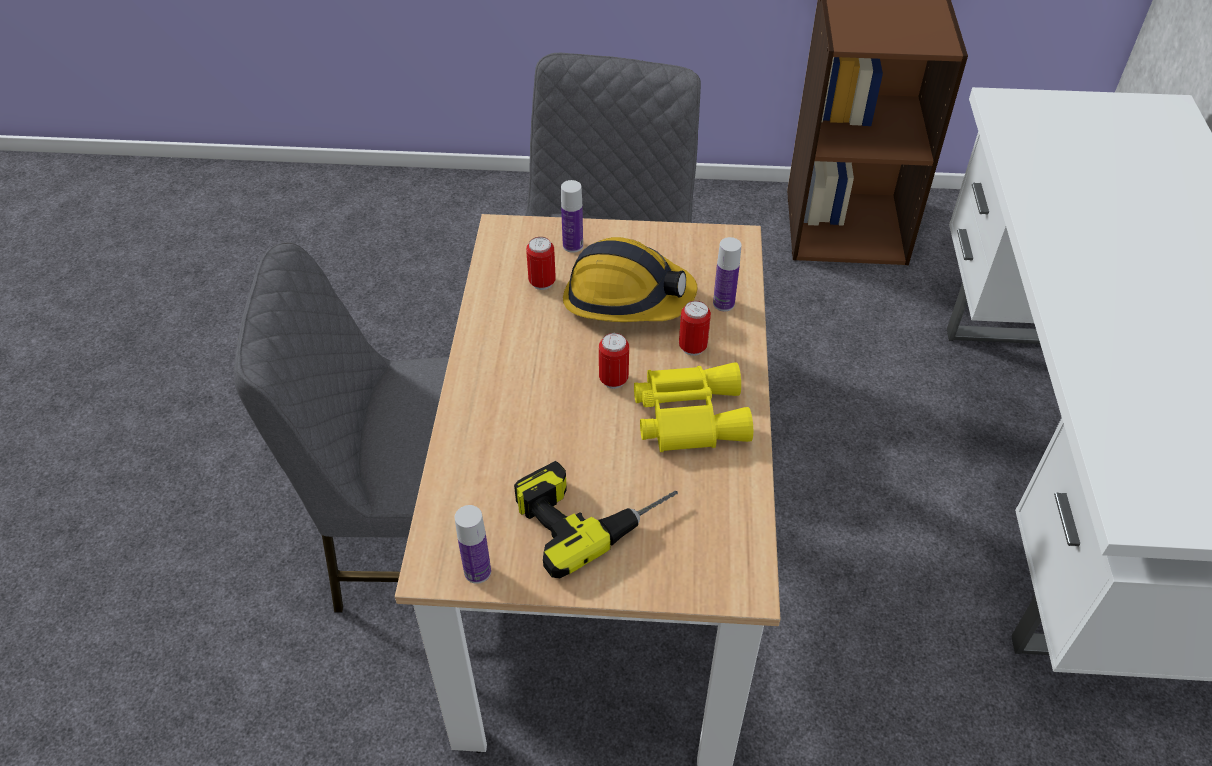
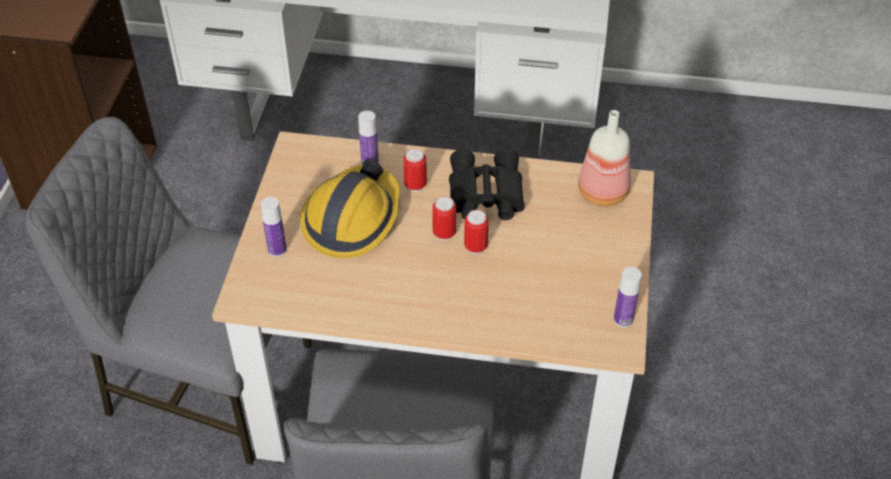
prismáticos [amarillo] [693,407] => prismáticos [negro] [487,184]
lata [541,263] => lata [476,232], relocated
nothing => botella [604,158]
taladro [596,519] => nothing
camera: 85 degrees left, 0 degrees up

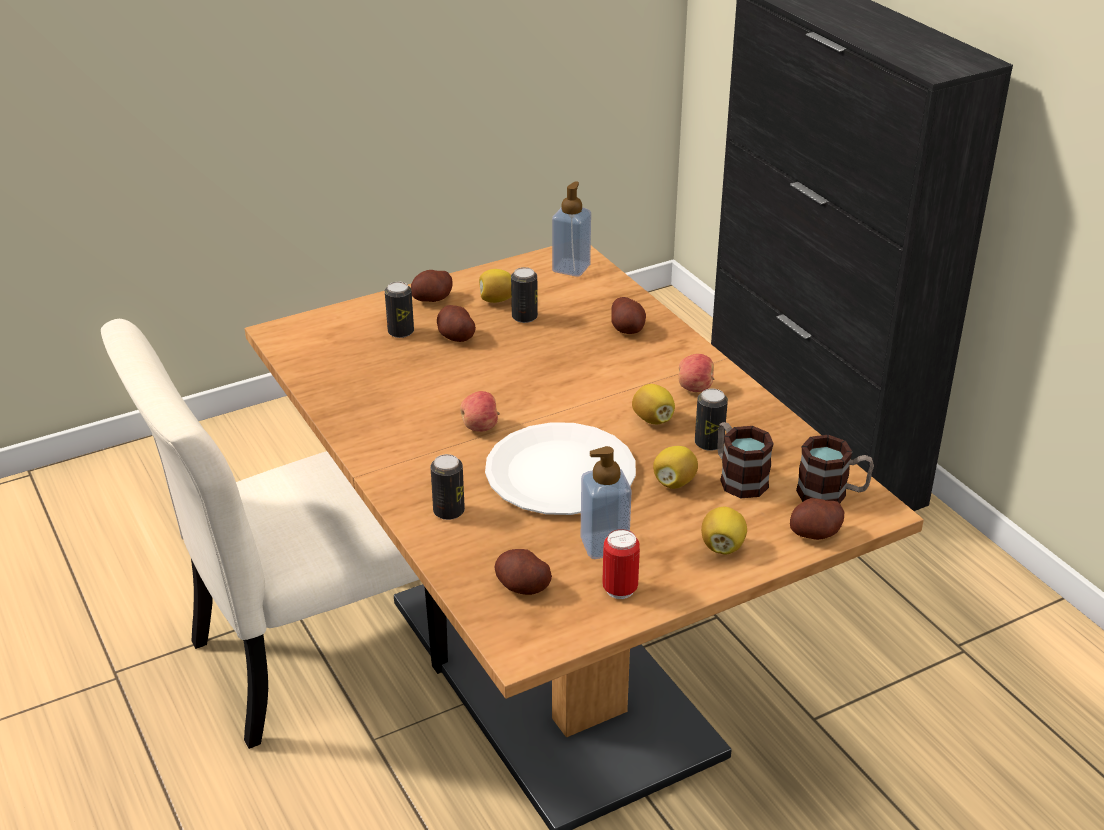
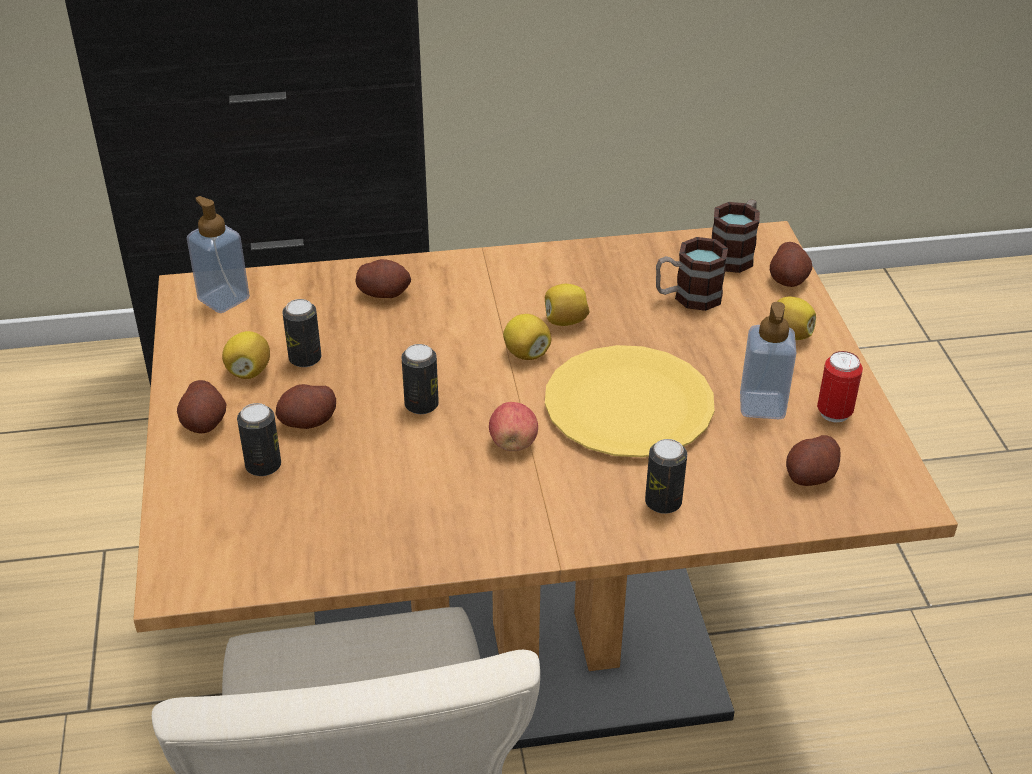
lata [711,420] => lata [420,379], relocated
limón [675,467] => limón [527,337], relocated
plato [blanco] [560,468] => plato [amarillo] [630,401]
manzana [696,373] => nothing
camera: 70 degrees left, 5 degrees up

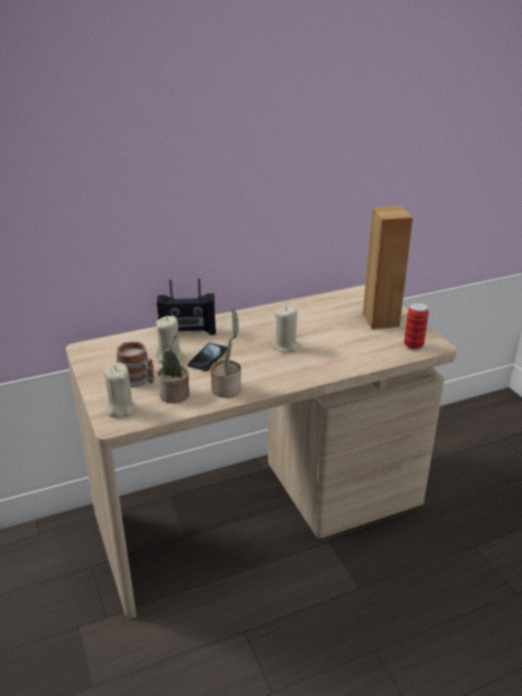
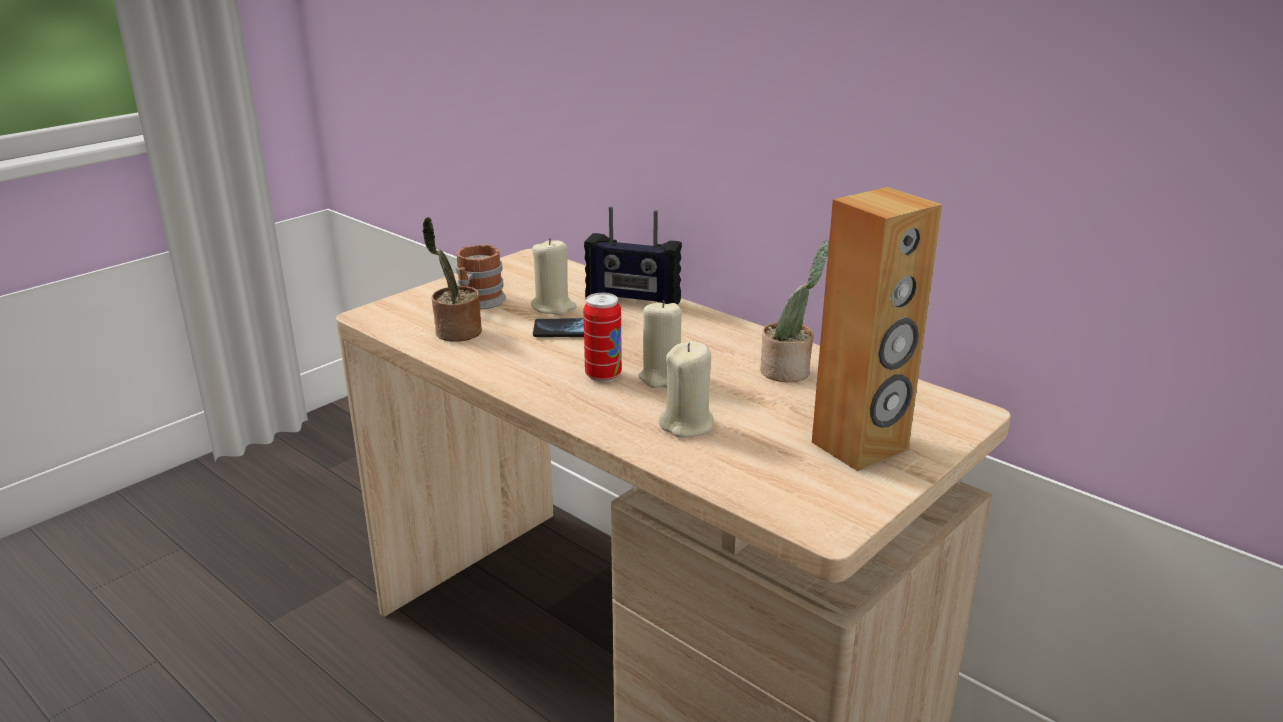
lata [416,326] => lata [602,337], relocated
radio [186,306] => radio [633,255], 45 degrees counterclockwise
vela [beis] [119,390] => vela [beis] [686,389], relocated
planta en maceta [226,353] => planta en maceta [794,311], relocated
camera: 65 degrees right, 5 degrees down

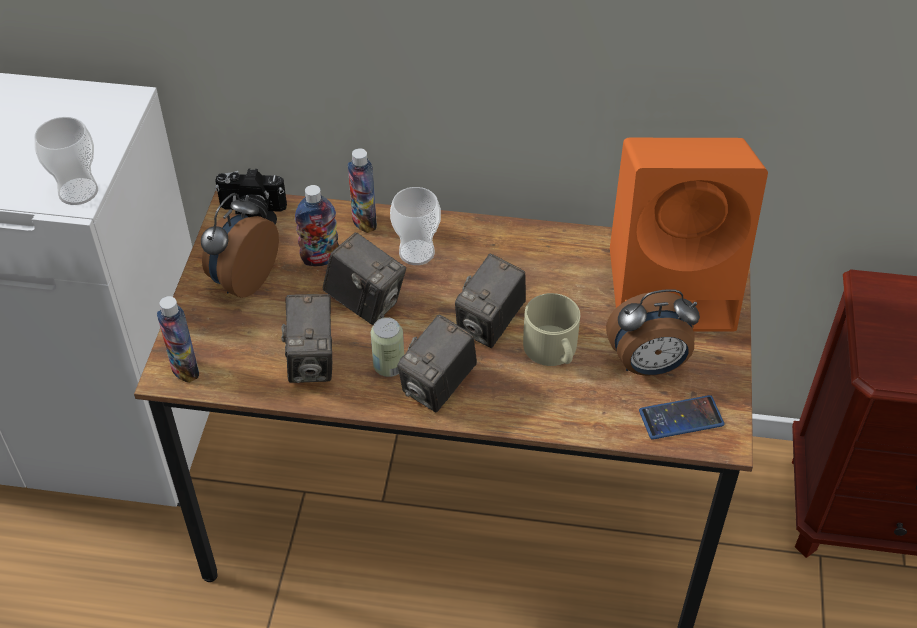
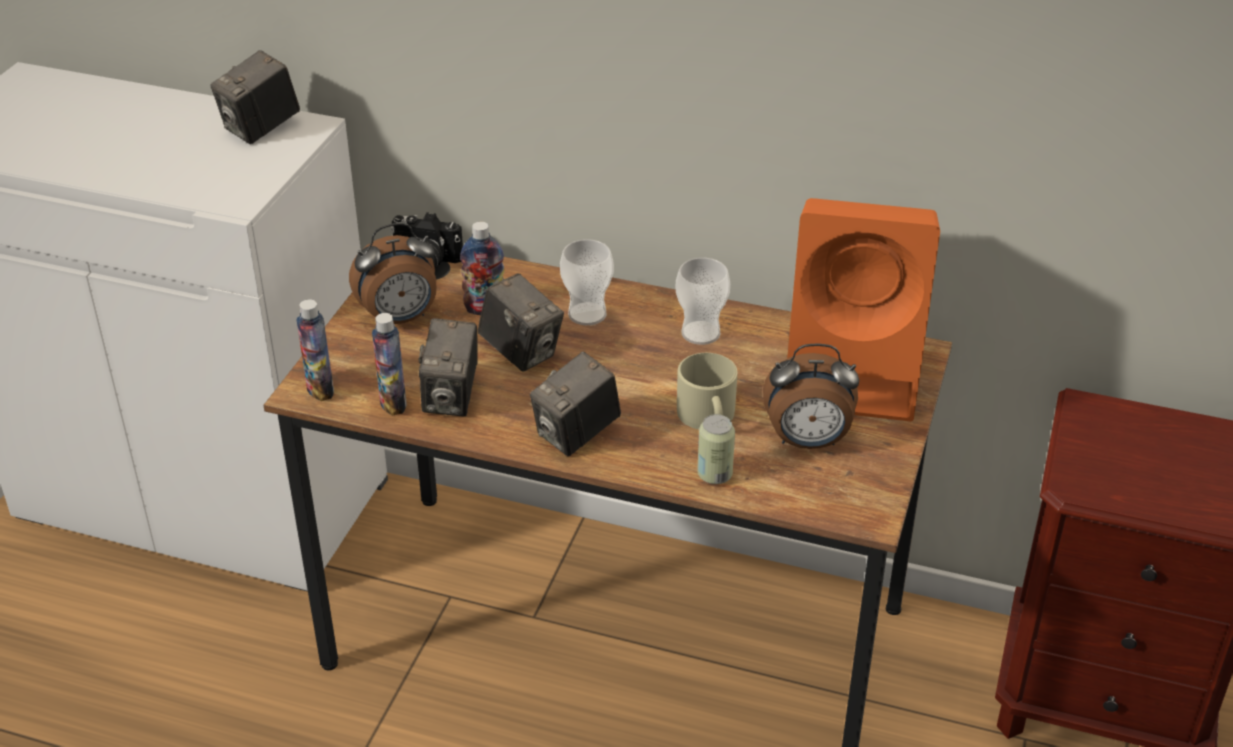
cámara [490,301] => cámara [255,97], relocated
despertador [240,245] => despertador [393,273], 150 degrees counterclockwise
botella [362,190] => botella [389,364], relocated
taza [66,161] => taza [703,301], relocated
lata [387,347] => lata [716,449], relocated
móvil [682,417] => nothing
camera: 10 degrees right, 10 degrees down

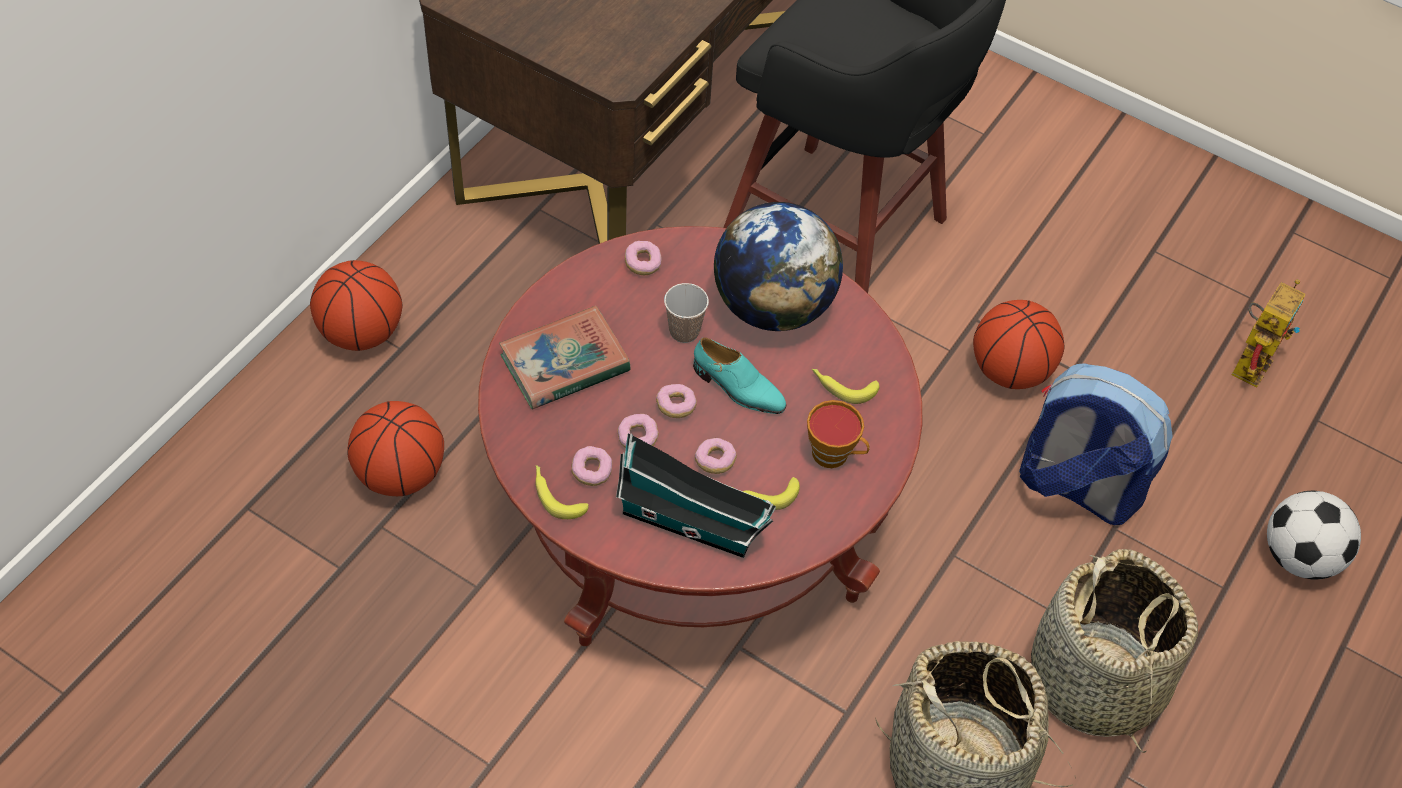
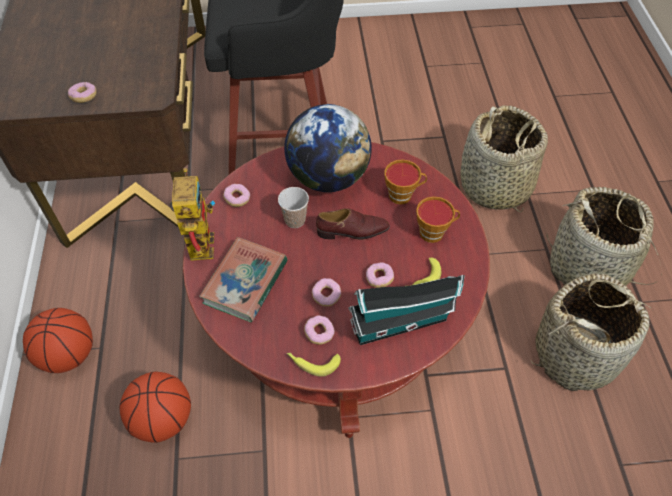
rosquilla [676,401] => rosquilla [82,92], relocated
robot de juguete [1269,333] => robot de juguete [192,214], relocated
zapato [turquesa] [739,375] => zapato [marrón] [353,224]
plátano [845,386] => taza [405,181]
mochila [1096,444] => cesta [504,158]
balón de baloncesto [1018,344] => nothing
balón de fútbol [1314,535] => nothing
camera: 35 degrees left, 0 degrees up

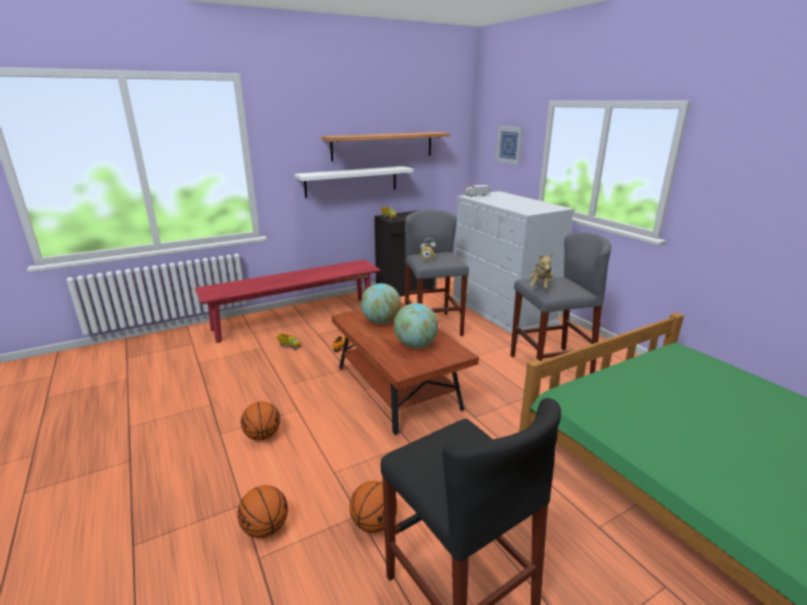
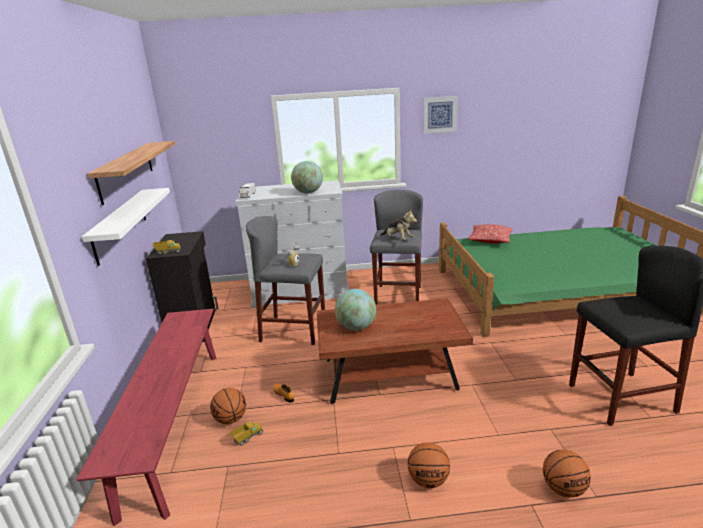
balón de baloncesto [373,507] => balón de baloncesto [228,406], relocated
globo terráqueo [416,325] => globo terráqueo [307,177], relocated
cuadro [509,145] => cuadro [440,114], relocated
nothing => cojín [490,234]
camera: 65 degrees left, 0 degrees up

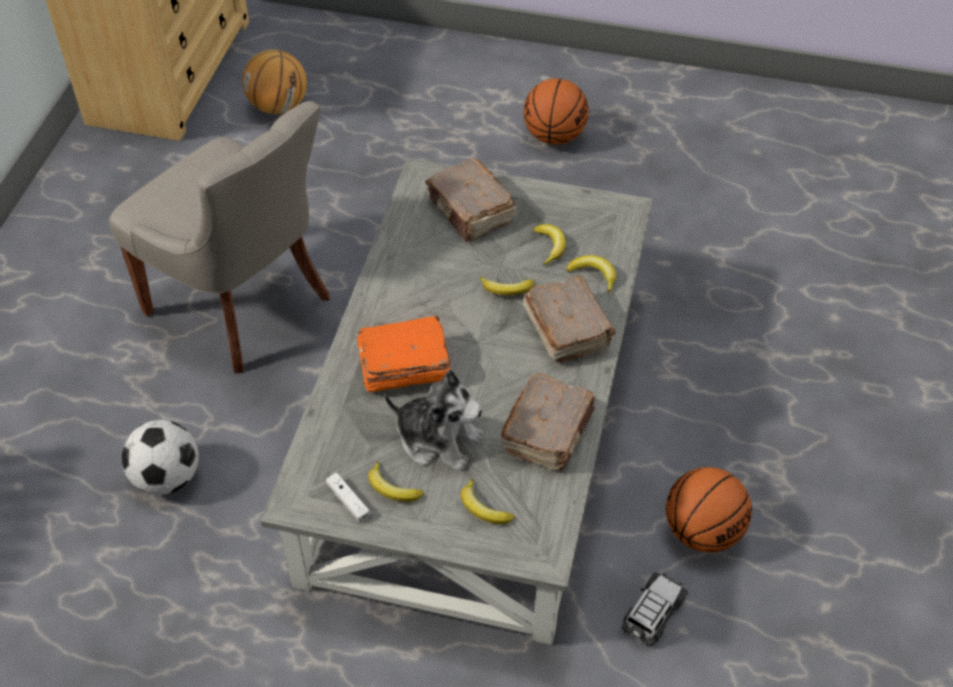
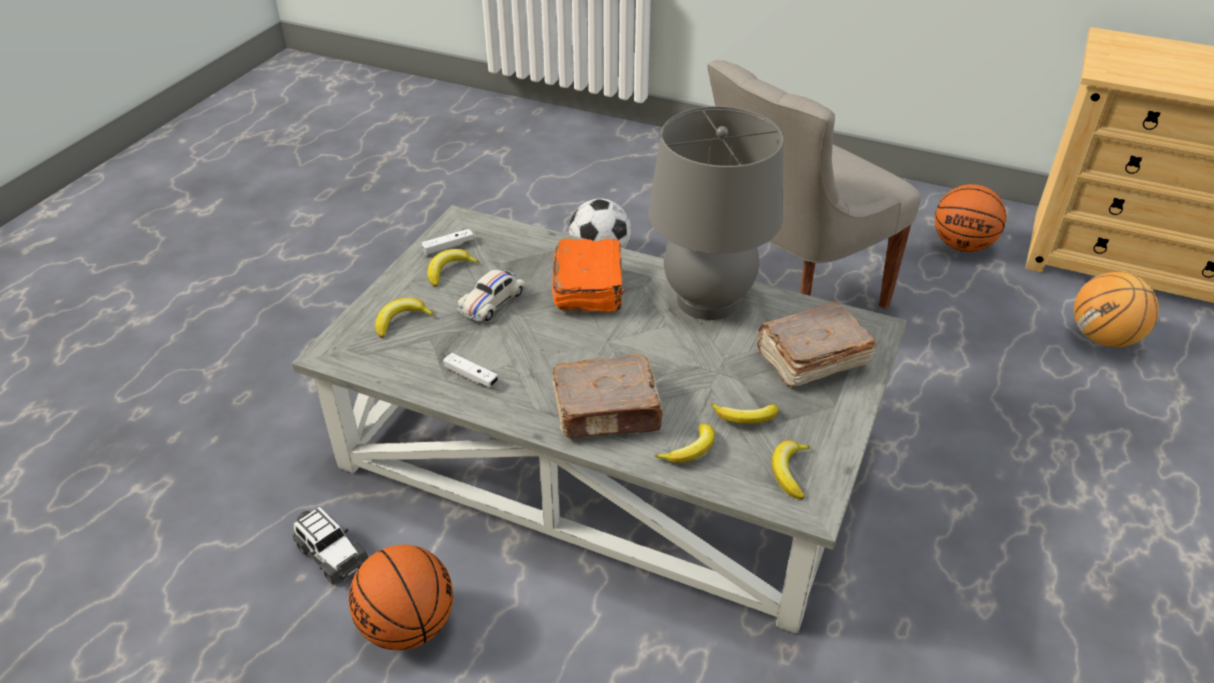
libro [marrón] [547,421] => mando de consola [blanco] [470,370]
peluche [433,420] => coche de juguete [blanco] [491,295]
nothing => lámpara de mesa [gris] [716,213]
plátano [507,285] => plátano [791,470], relocated
balón de baloncesto [556,111] => balón de baloncesto [970,218], relocated
camera: 100 degrees right, 10 degrees down

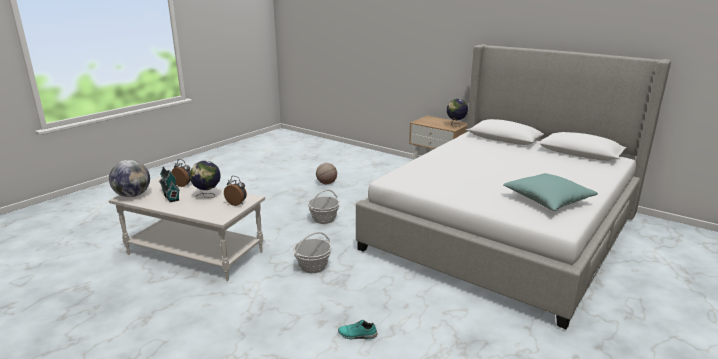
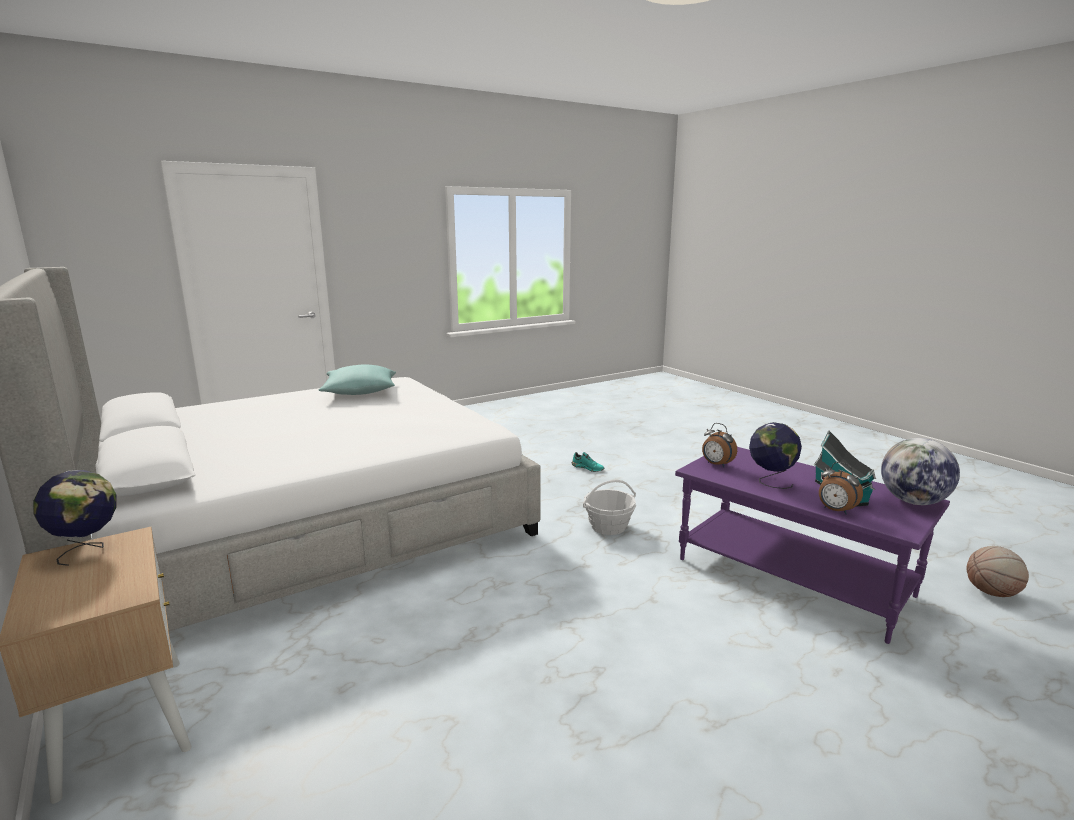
mesa de centro [blanco] [187,229] => mesa de centro [morado] [812,545]
balón de baloncesto [326,173] => balón de baloncesto [998,571], relocated
cesta [324,206] => nothing
camera: 160 degrees left, 5 degrees down

